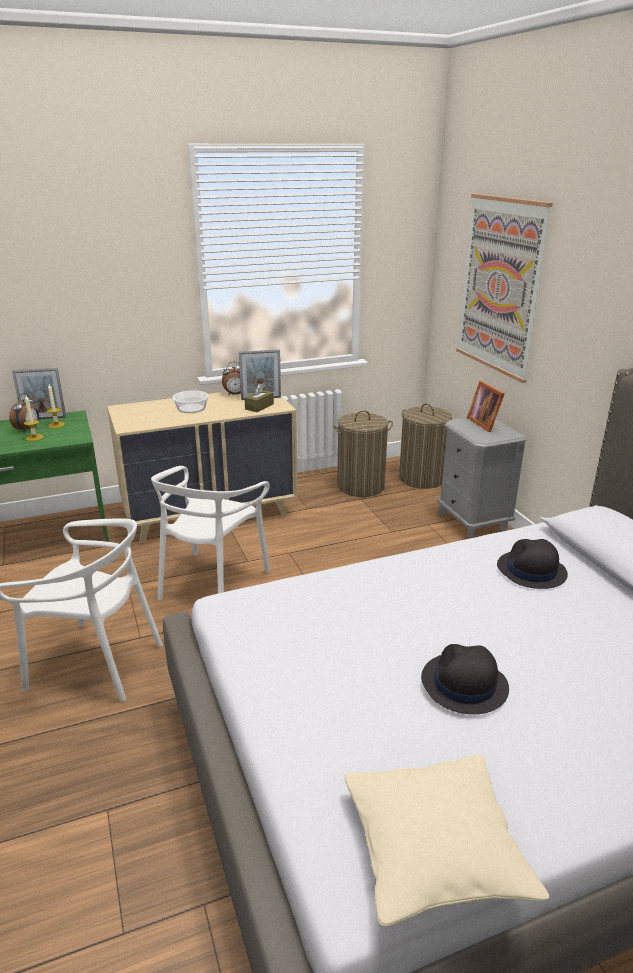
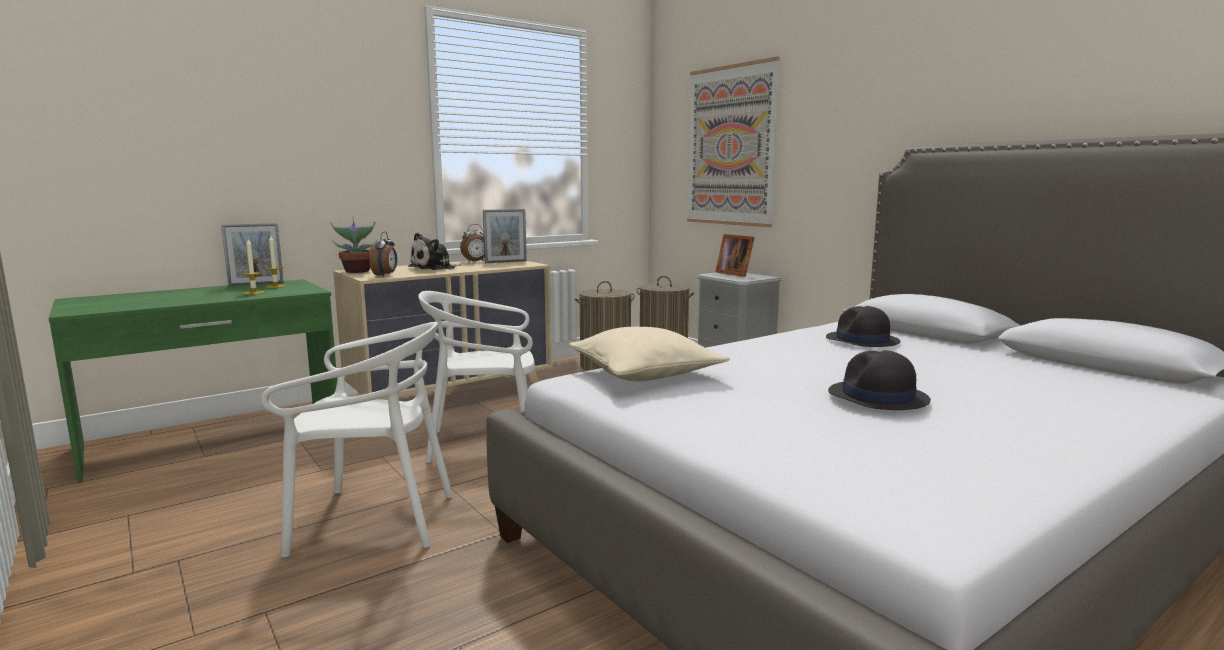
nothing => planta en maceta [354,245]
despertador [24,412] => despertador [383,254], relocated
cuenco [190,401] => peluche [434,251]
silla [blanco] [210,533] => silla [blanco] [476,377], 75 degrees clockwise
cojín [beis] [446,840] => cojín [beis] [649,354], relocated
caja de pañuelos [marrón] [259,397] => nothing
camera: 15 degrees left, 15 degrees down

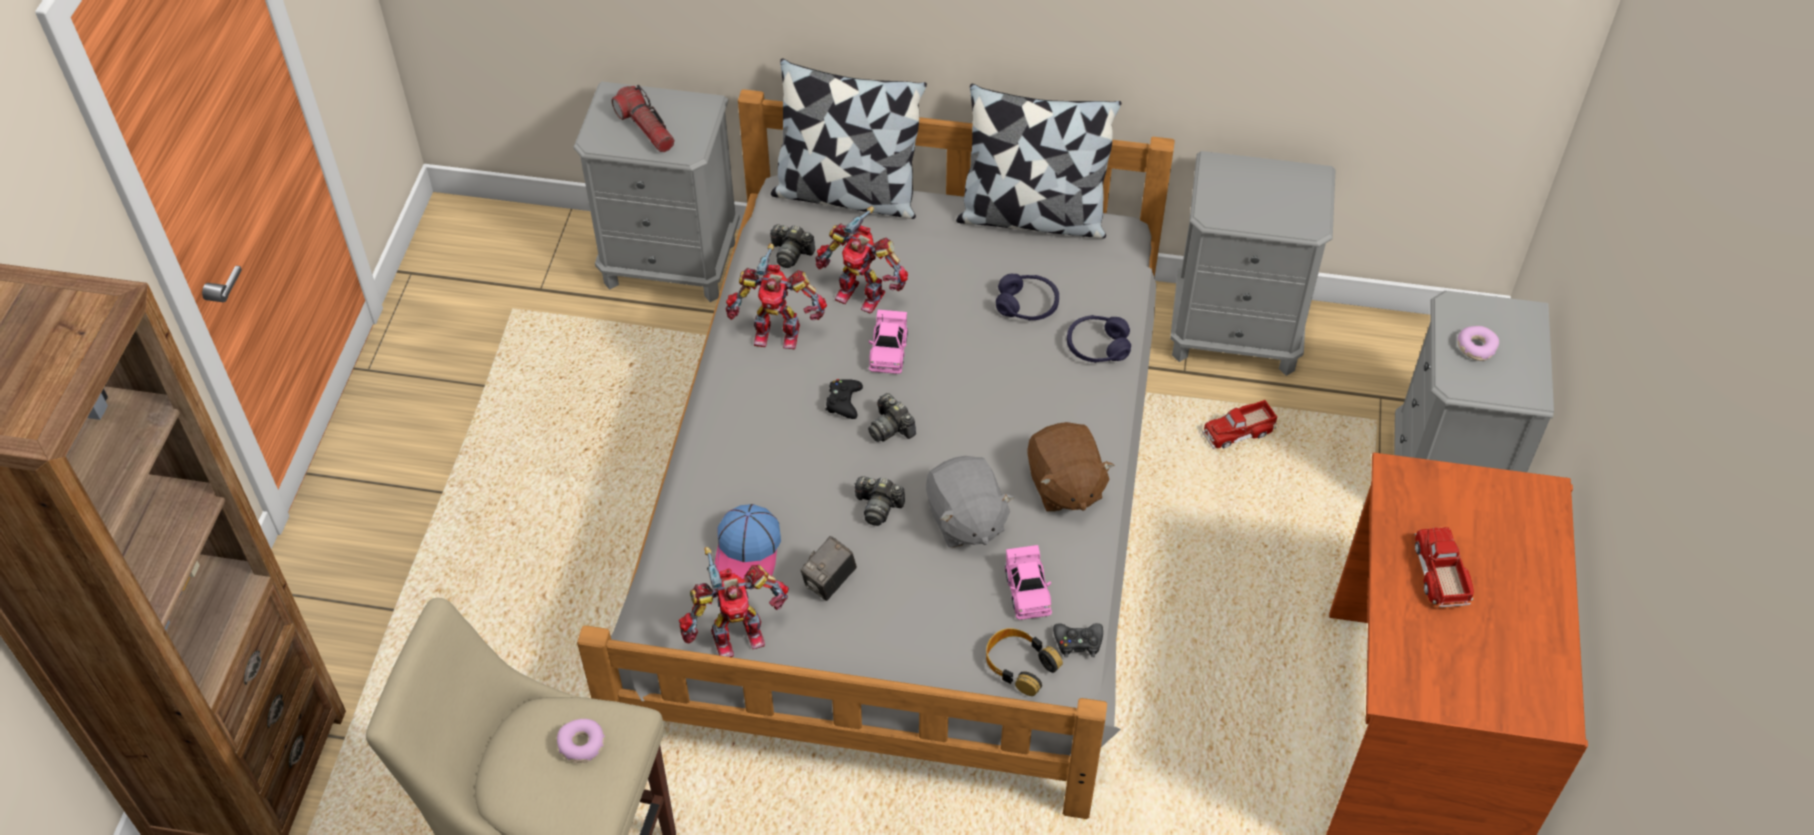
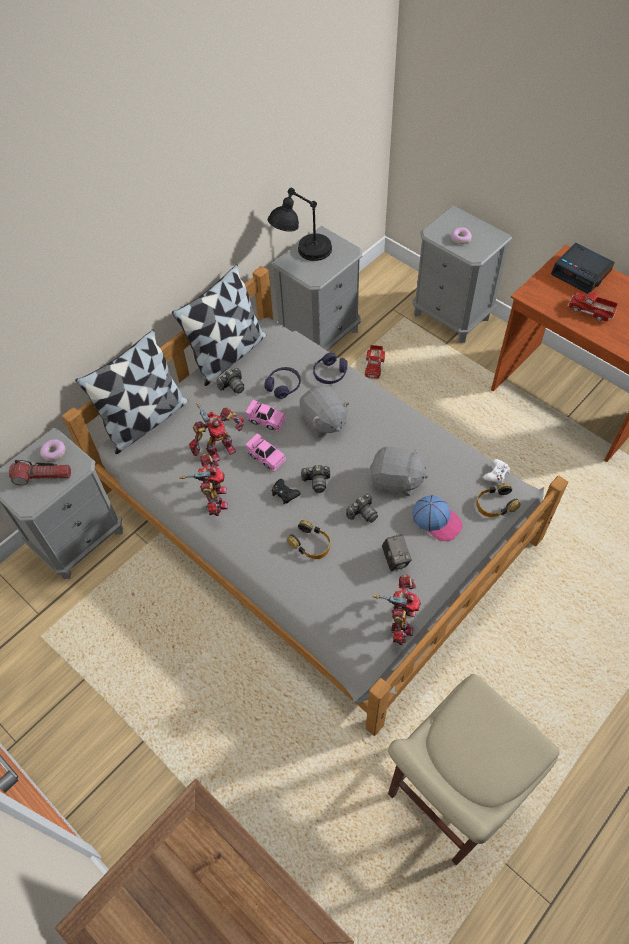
rosquilla [581,741] => rosquilla [52,450], relocated
robot de juguete [776,296] => robot de juguete [204,485], 45 degrees counterclockwise
cámara [792,246] => cámara [231,381], relocated
coche de juguete [rosa] [1028,582] => coche de juguete [rosa] [265,415], relocated
nothing => lámpara de mesa [negro] [299,224]
nothing => auriculares [309,539]
nothing => peluche [gris] [325,411]
gorra [748,541] => gorra [437,518], relocated
mando de consola [negro] [1078,640] => mando de consola [blanco] [496,471]
nothing => despertador [583,268]
peluche [marrón] [1070,467] => nothing
camera: 55 degrees left, 5 degrees up

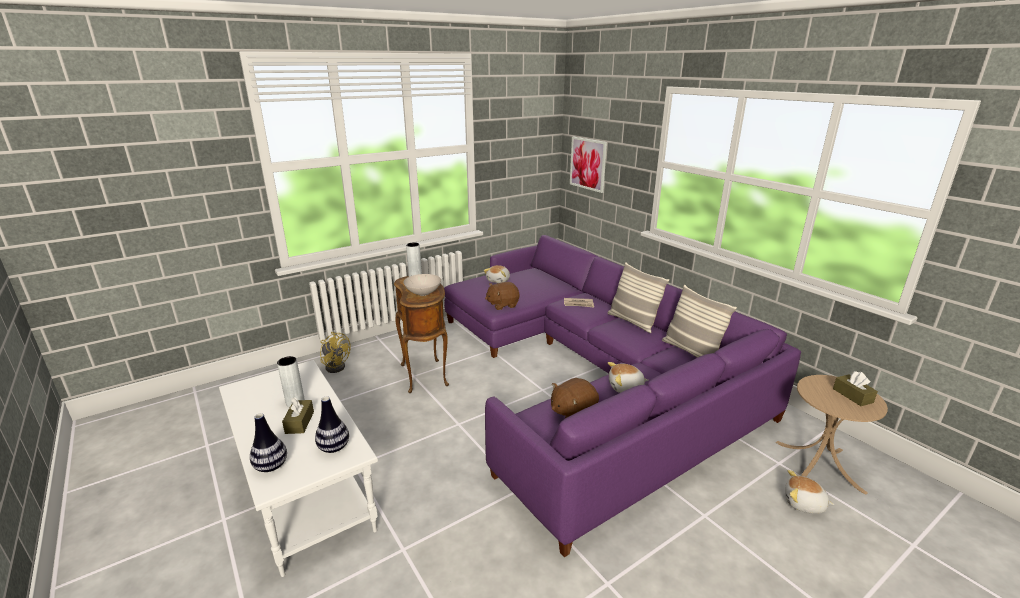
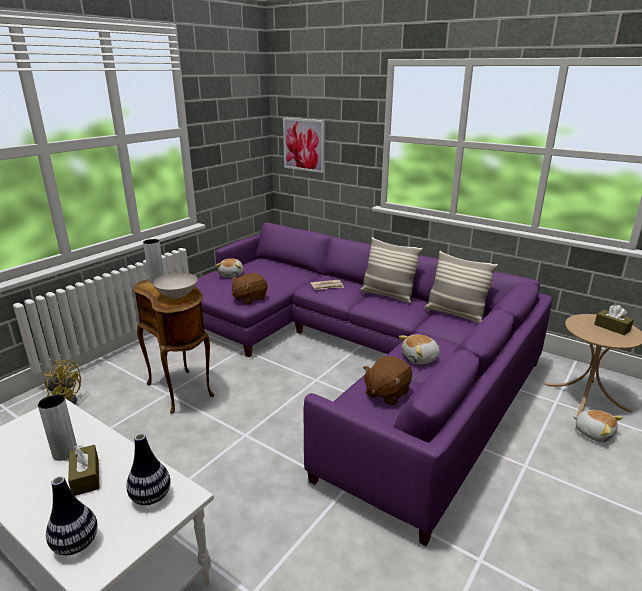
peluche [810,492] => peluche [597,426], 135 degrees counterclockwise
camera: 20 degrees left, 0 degrees up

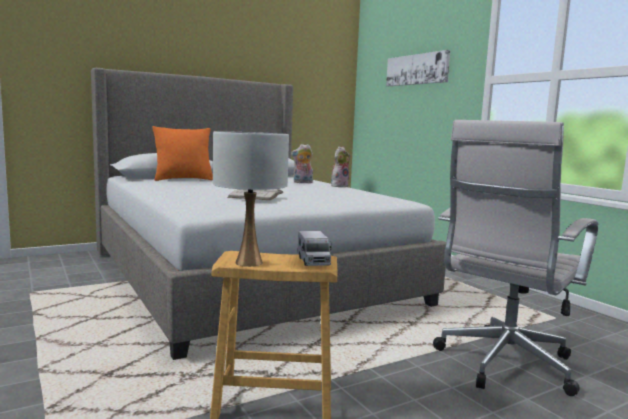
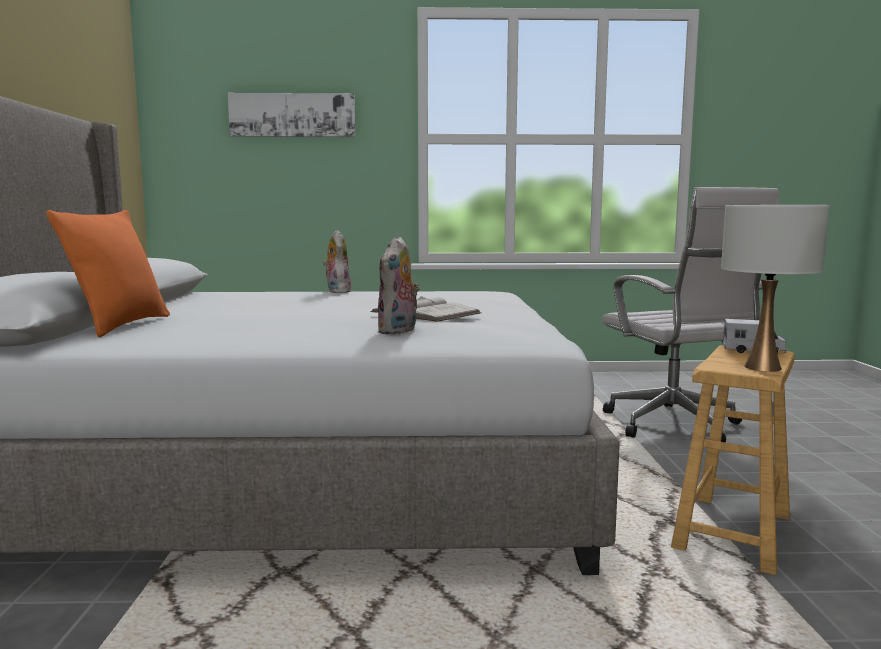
peluche [302,163] => peluche [398,286], relocated
camera: 60 degrees left, 0 degrees up

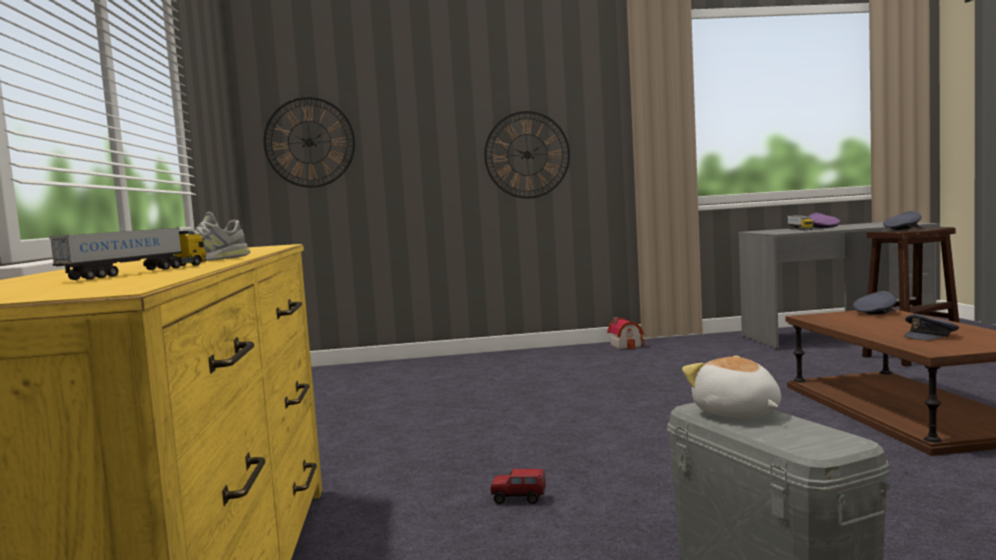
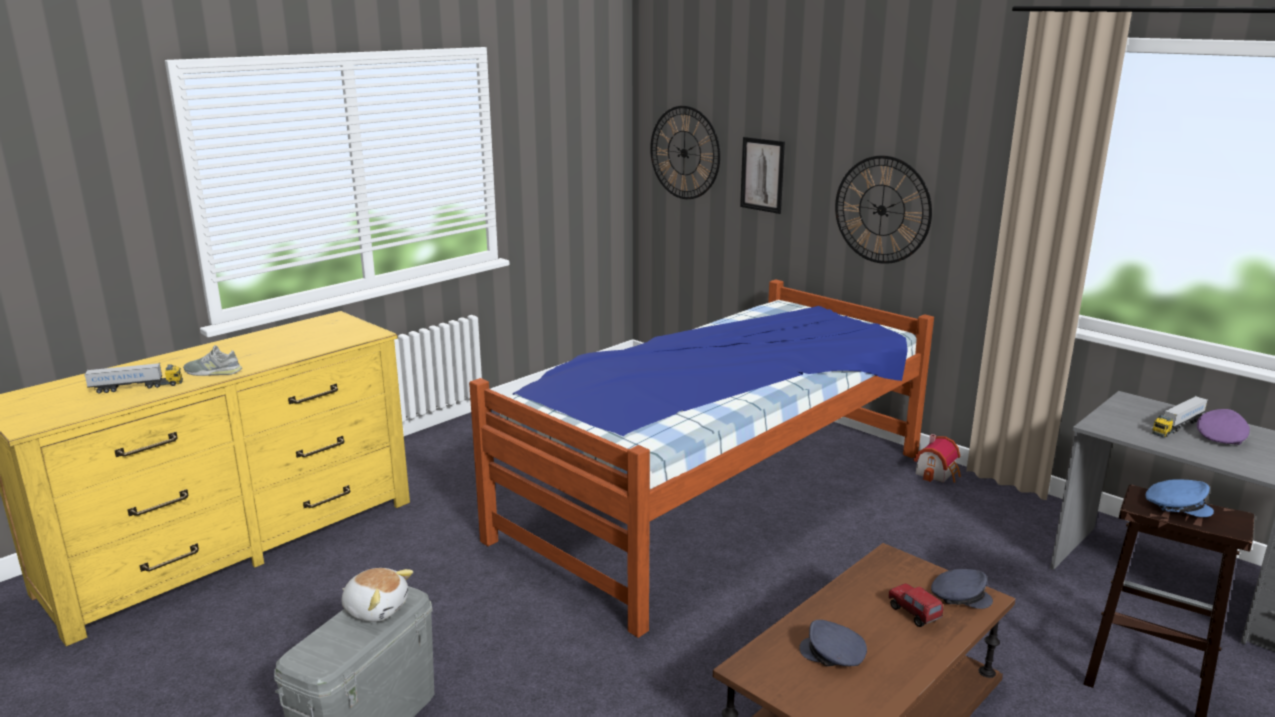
peluche [731,387] => peluche [377,595], 90 degrees clockwise
nothing => cama [701,458]
nothing => cuadro [762,175]
camión de juguete [518,486] => camión de juguete [916,605], relocated
gorra [gris] [902,220] => gorra [azul] [1180,498]
camera: 50 degrees right, 15 degrees up

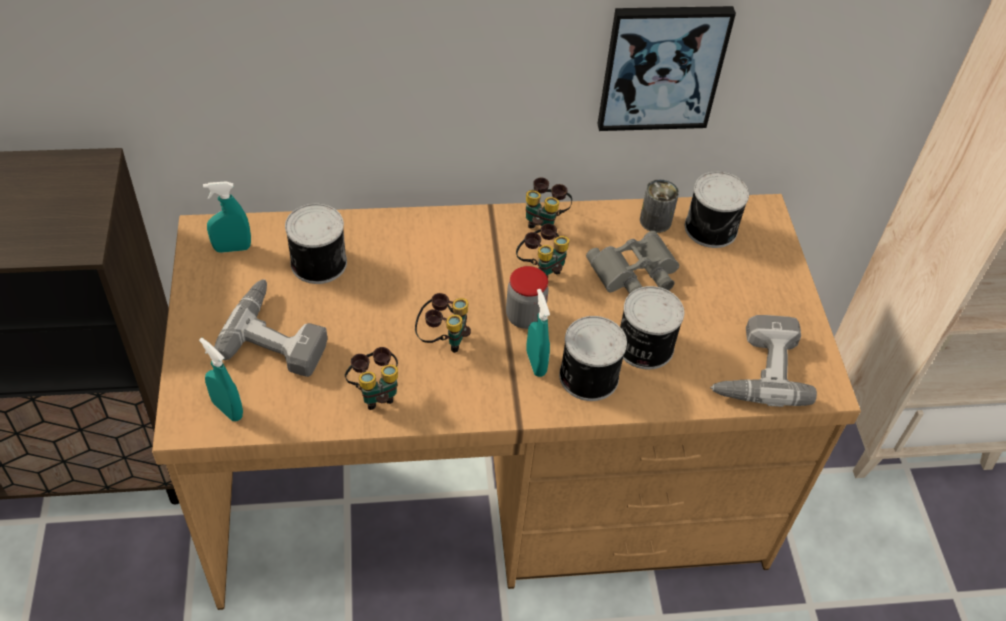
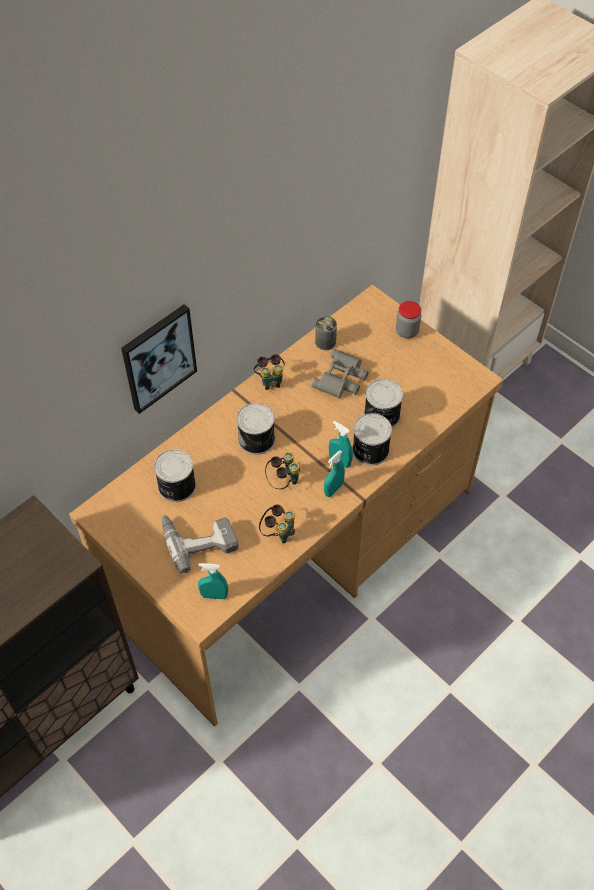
cuadro [667,68] => cuadro [159,359], relocated
lata [717,209] => lata [256,429], relocated
pulverizador [turquesa] [227,217] => pulverizador [turquesa] [334,473], relocated
tarro [527,297] => tarro [408,320], relocated
prismáticos [542,250] => nothing
taladro [763,361] => nothing
camera: 35 degrees left, 5 degrees up

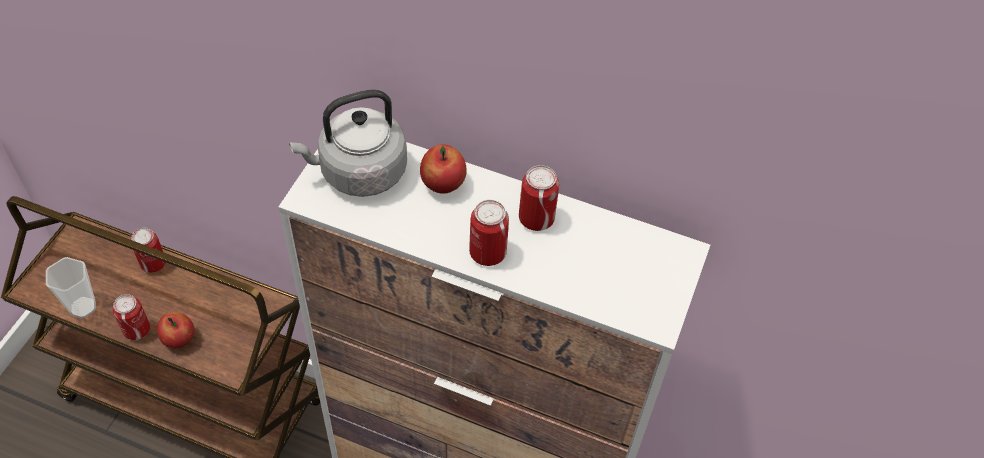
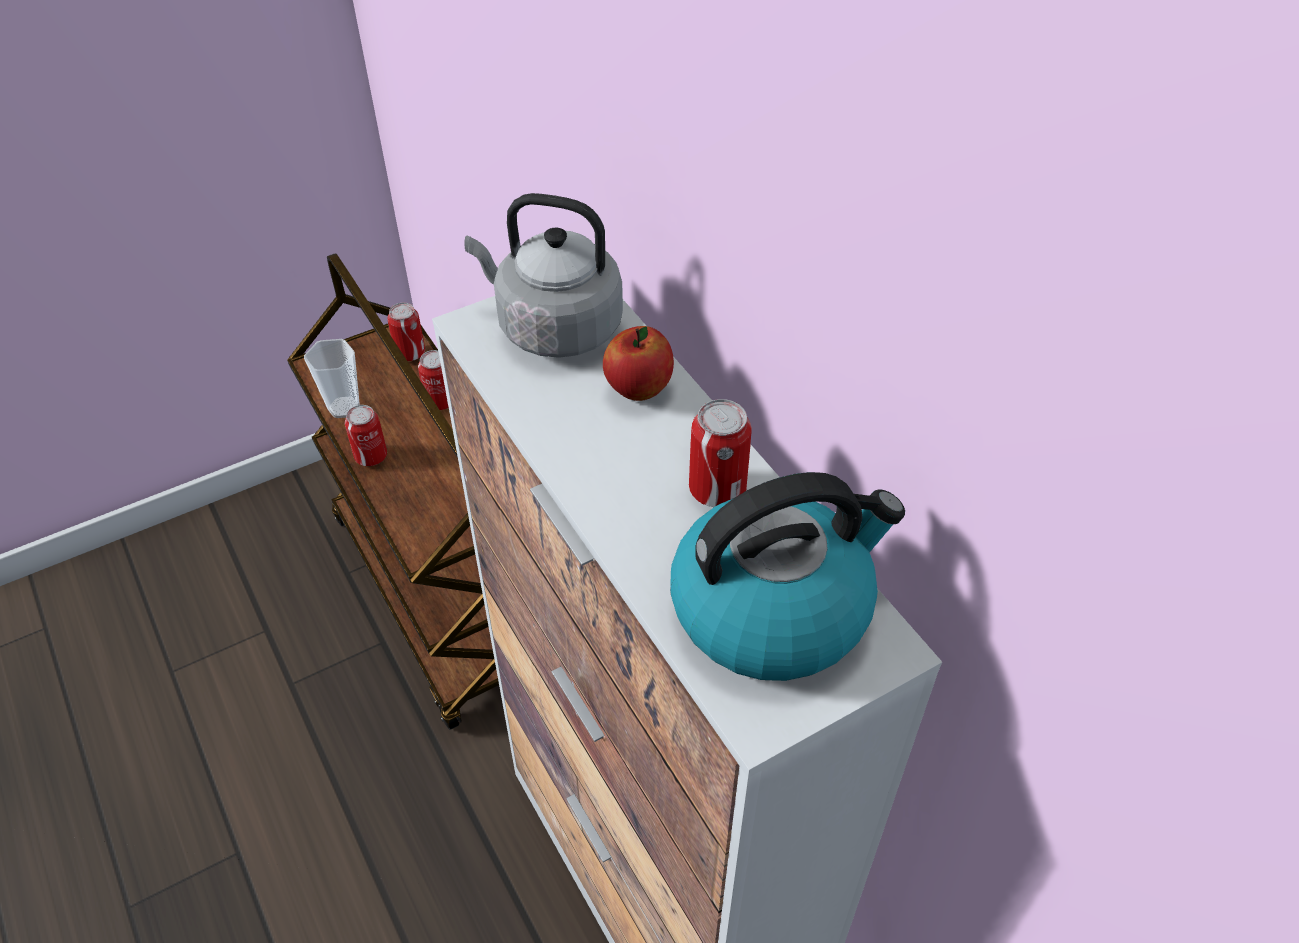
lata [489,233] => lata [406,332], relocated
nothing => hervidor [787,576]
manzana [176,330] => nothing
camera: 40 degrees right, 5 degrees down

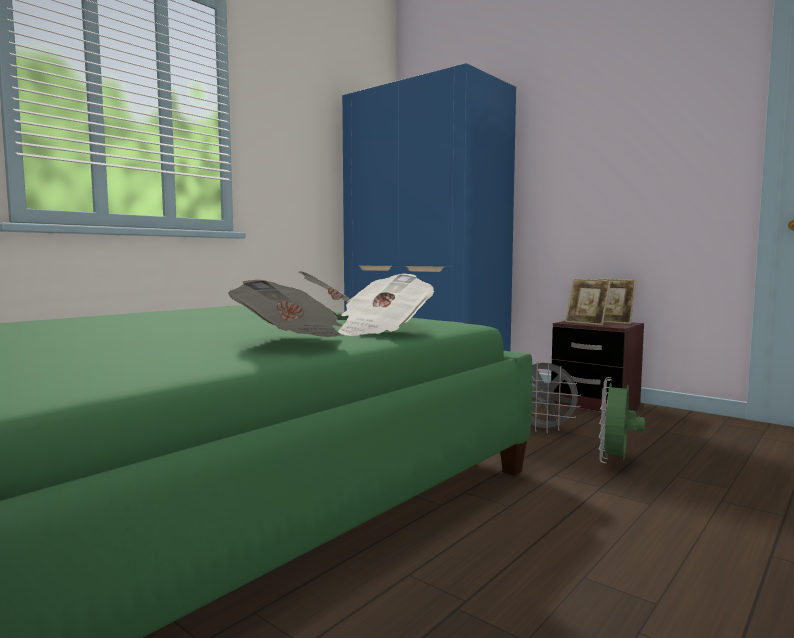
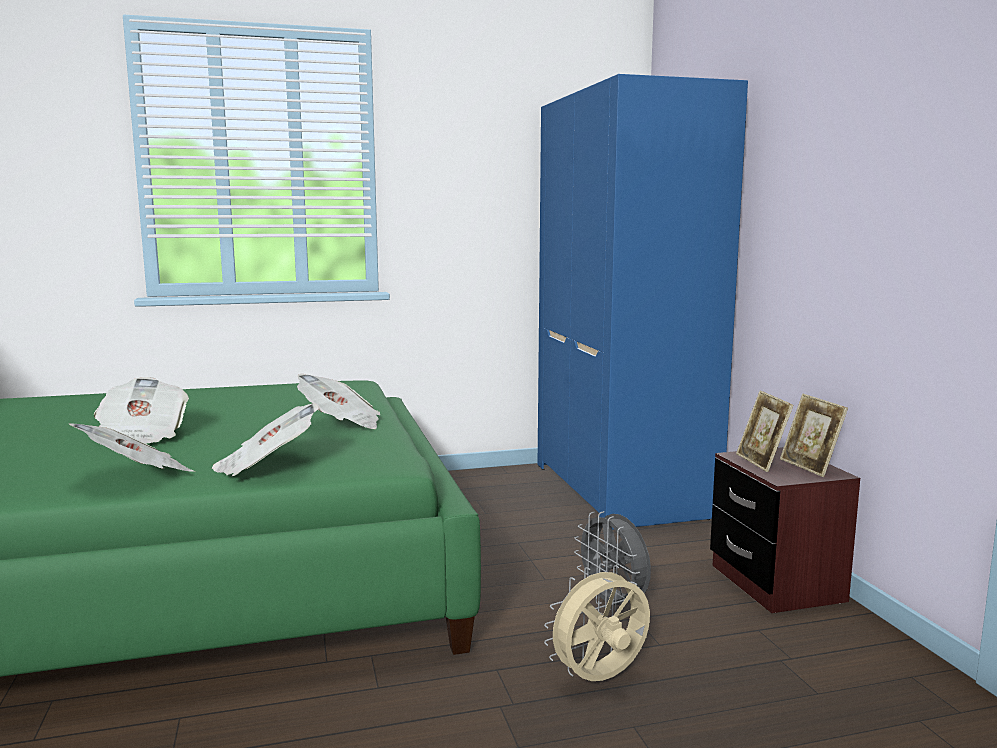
nothing => periódico [141,410]
ventilador [verde] [622,420] => ventilador [beis] [597,622]
camera: 35 degrees right, 5 degrees up

